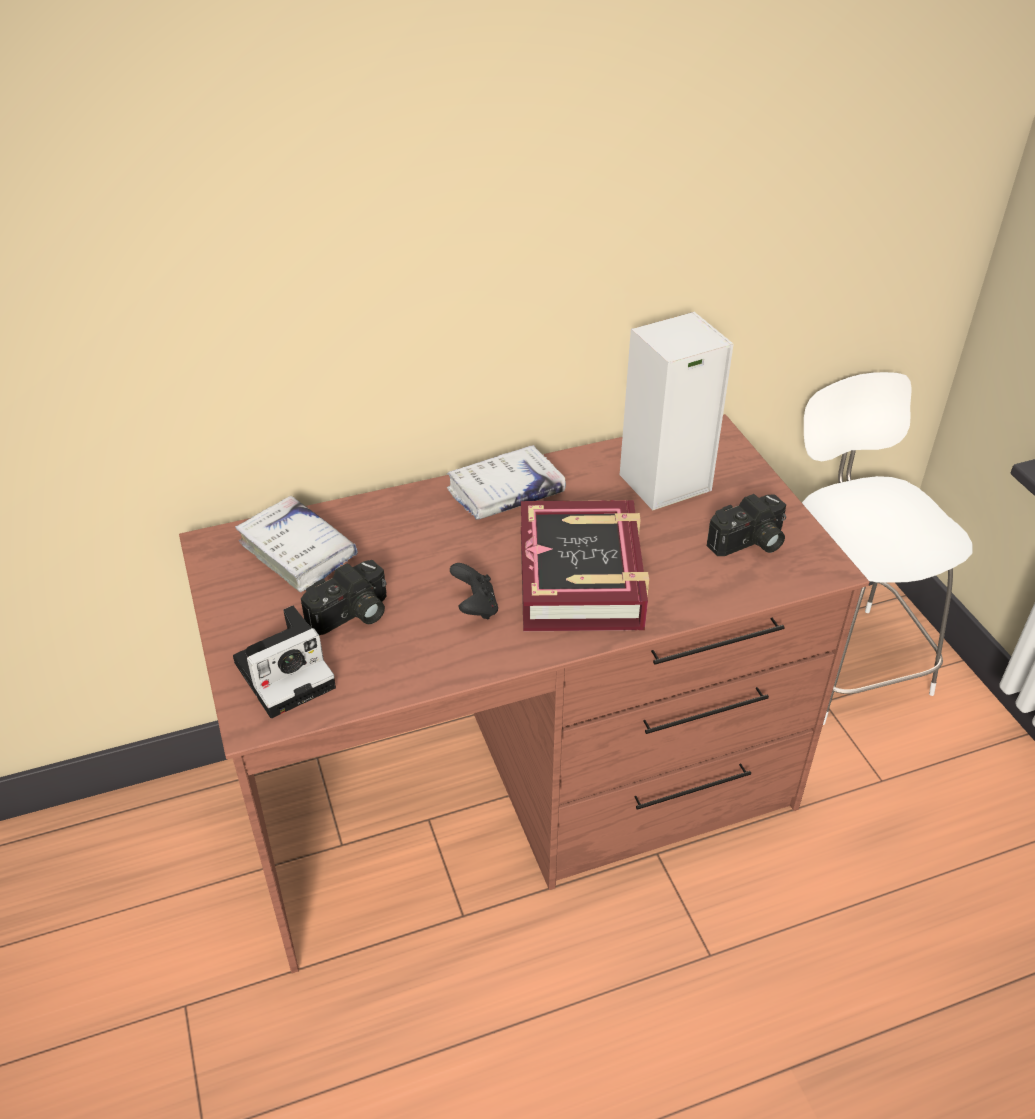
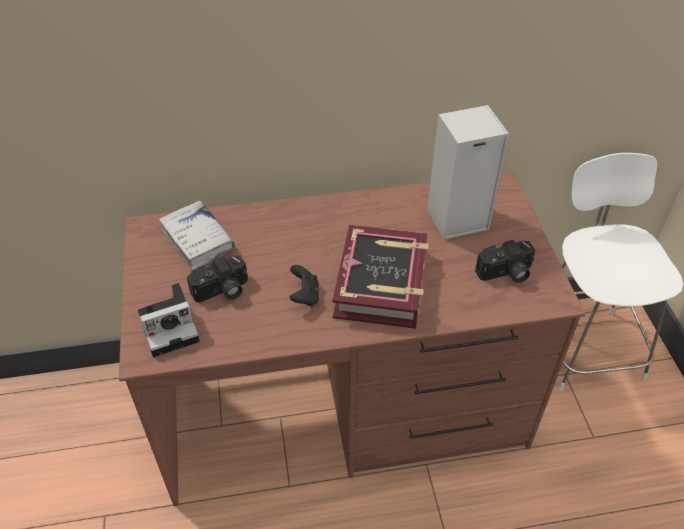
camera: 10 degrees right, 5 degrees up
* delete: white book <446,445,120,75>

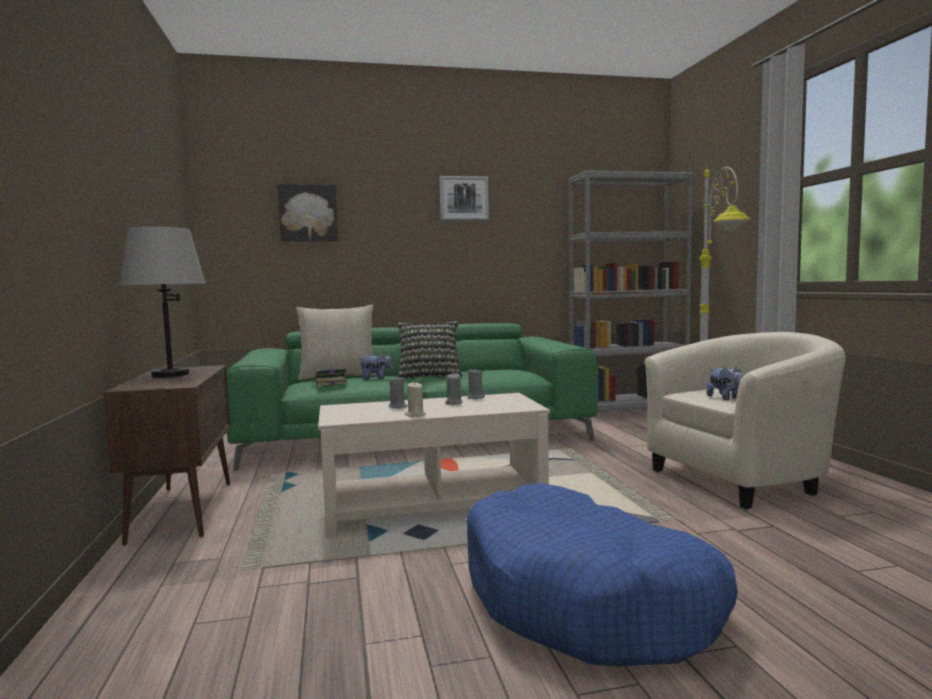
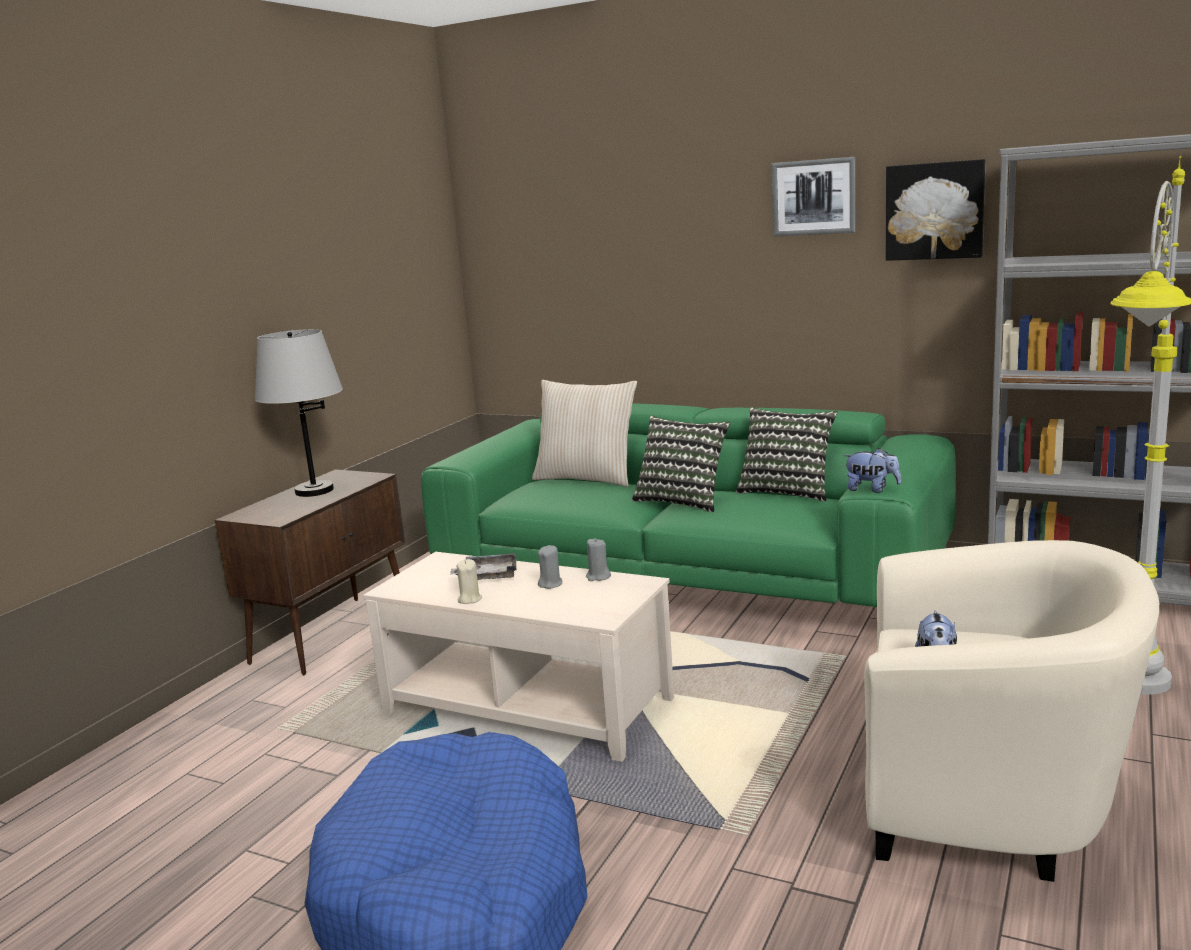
camera: 40 degrees right, 10 degrees up
* move: picture <278,184,60,58> to <886,159,99,102>
* move: plush toy <361,354,32,25> to <843,448,58,45>
* delete: book <311,368,37,19>
* replace: grey candle <389,376,19,32> to grey tray <450,553,66,27>
* insert: pillow <736,407,102,95>

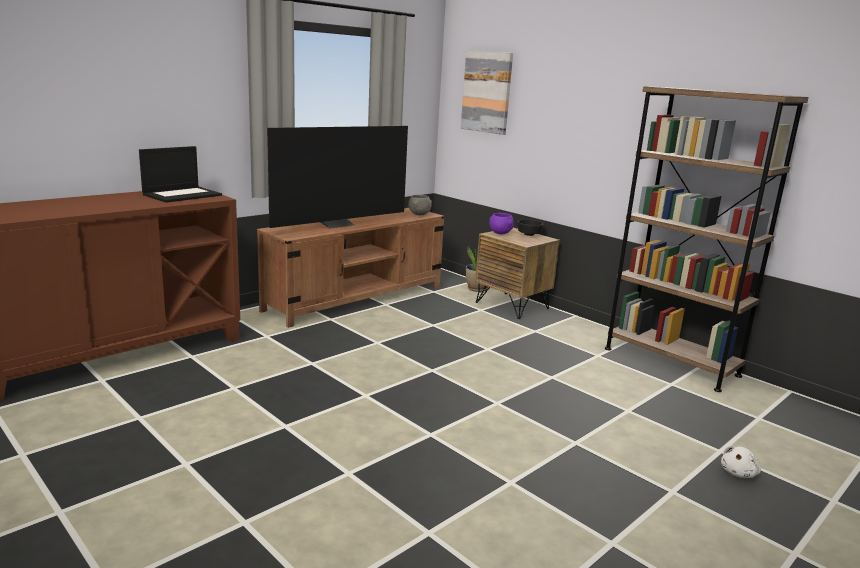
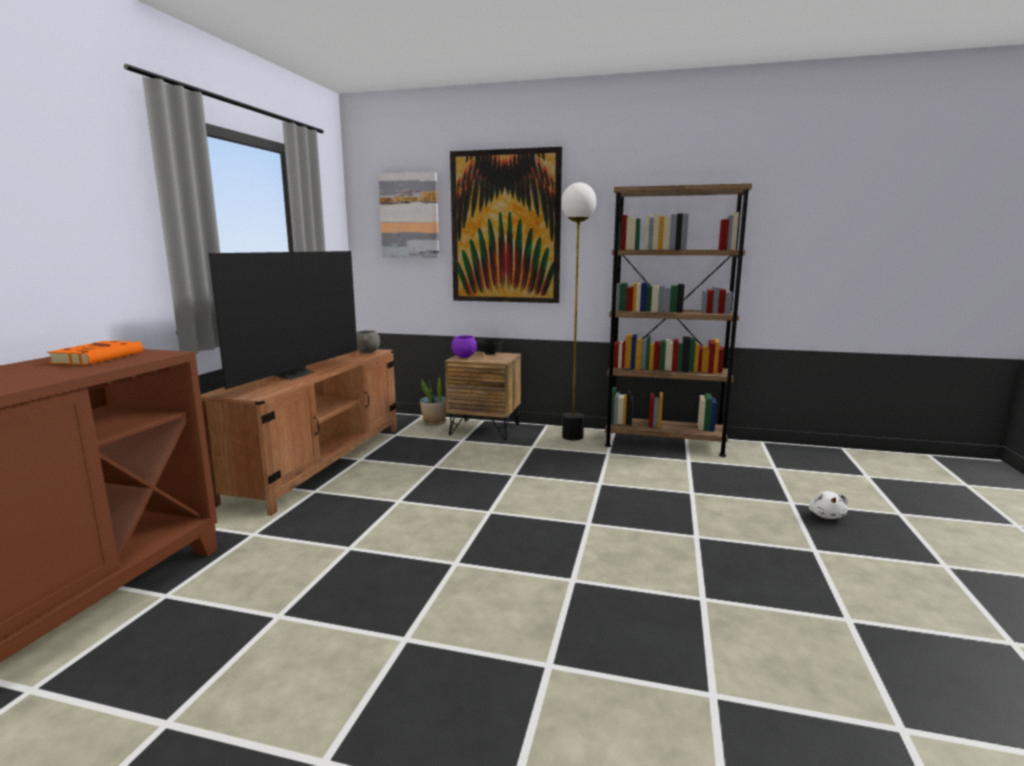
camera: 30 degrees left, 5 degrees down
* replace: laptop <139,146,83,57> to orange book <47,341,96,24>
* insert: picture <450,147,112,156>
* insert: floor lamp <561,182,35,258>

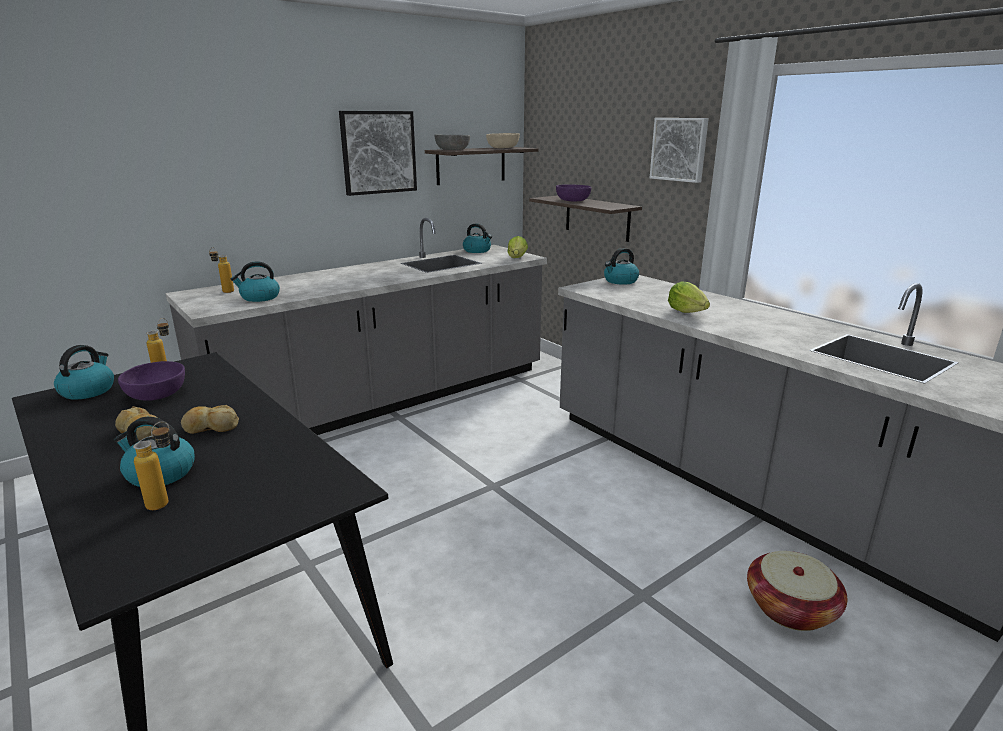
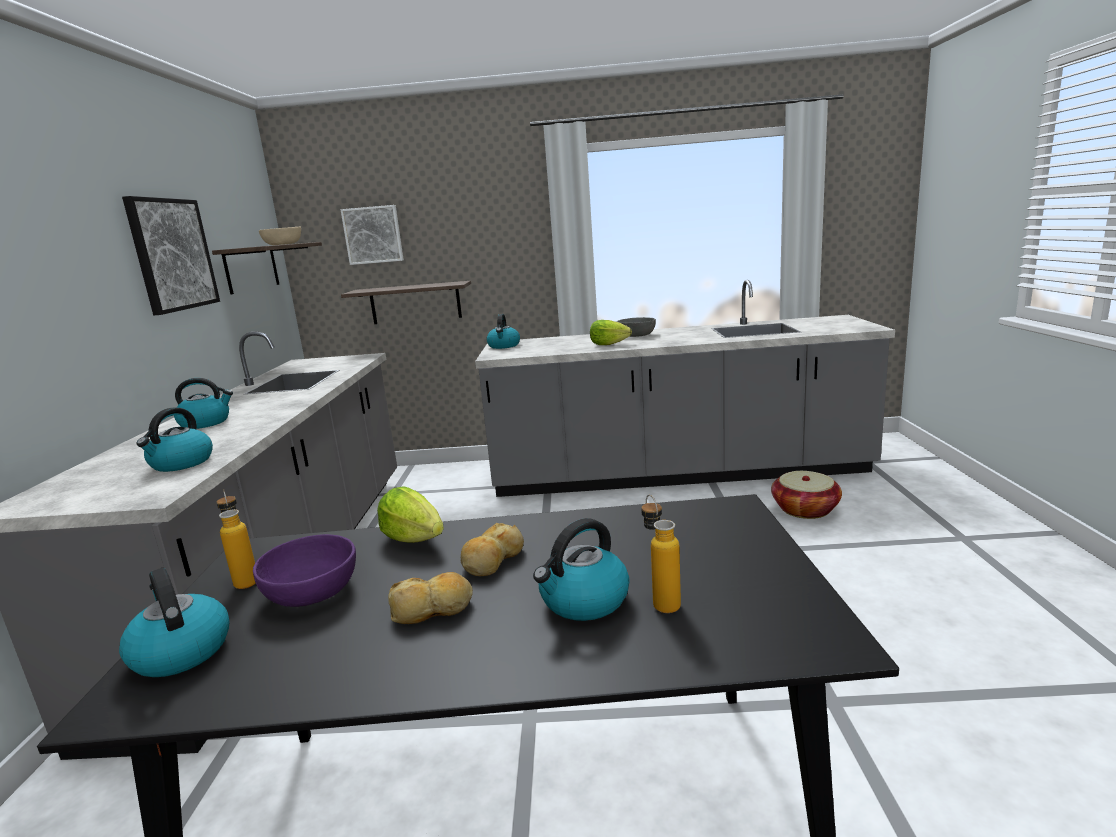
camera: 50 degrees left, 5 degrees down
* move: picture <650,118,59,65> to <341,205,63,60>
* move: grey bowl <434,135,36,15> to <617,317,39,20>
* delete: purple bowl <556,185,36,17>
* move: kettle <463,223,29,30> to <174,378,59,51>
* move: lettuce <508,236,20,22> to <377,486,67,57>
* delete: bottle <209,247,25,46>

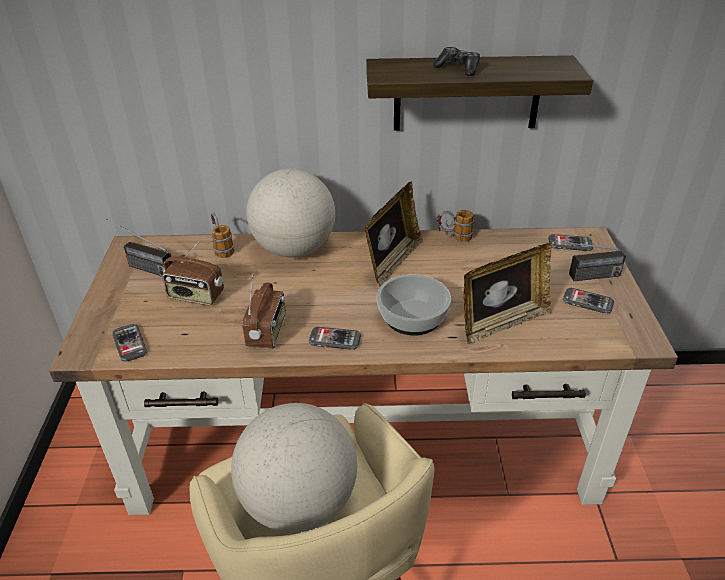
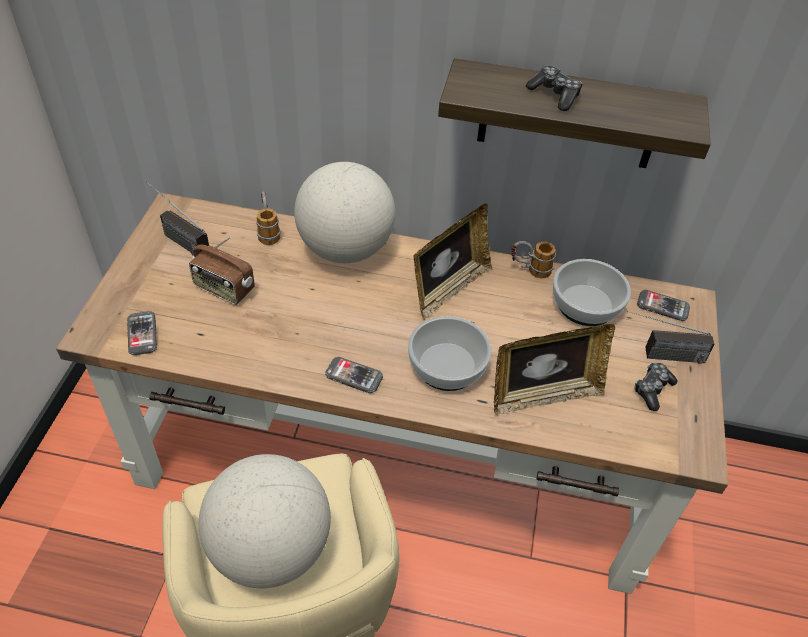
camera: 10 degrees right, 10 degrees up
* delete: radio <242,276,44,72>
* replace: phone <563,288,51,26> to game controller <634,363,44,48>
* insert: bowl <553,259,78,67>

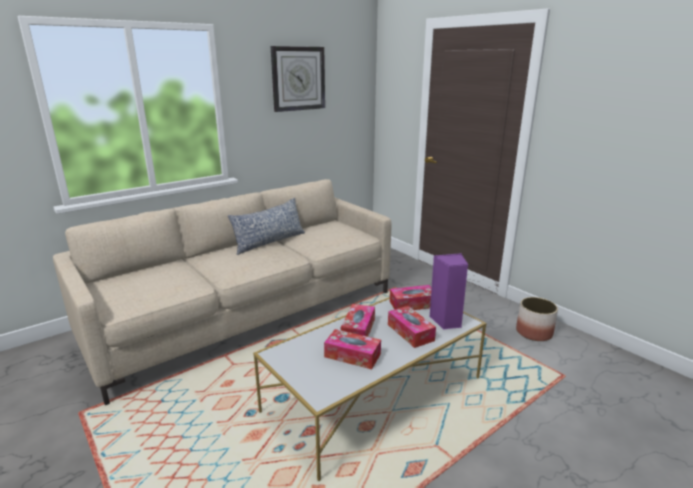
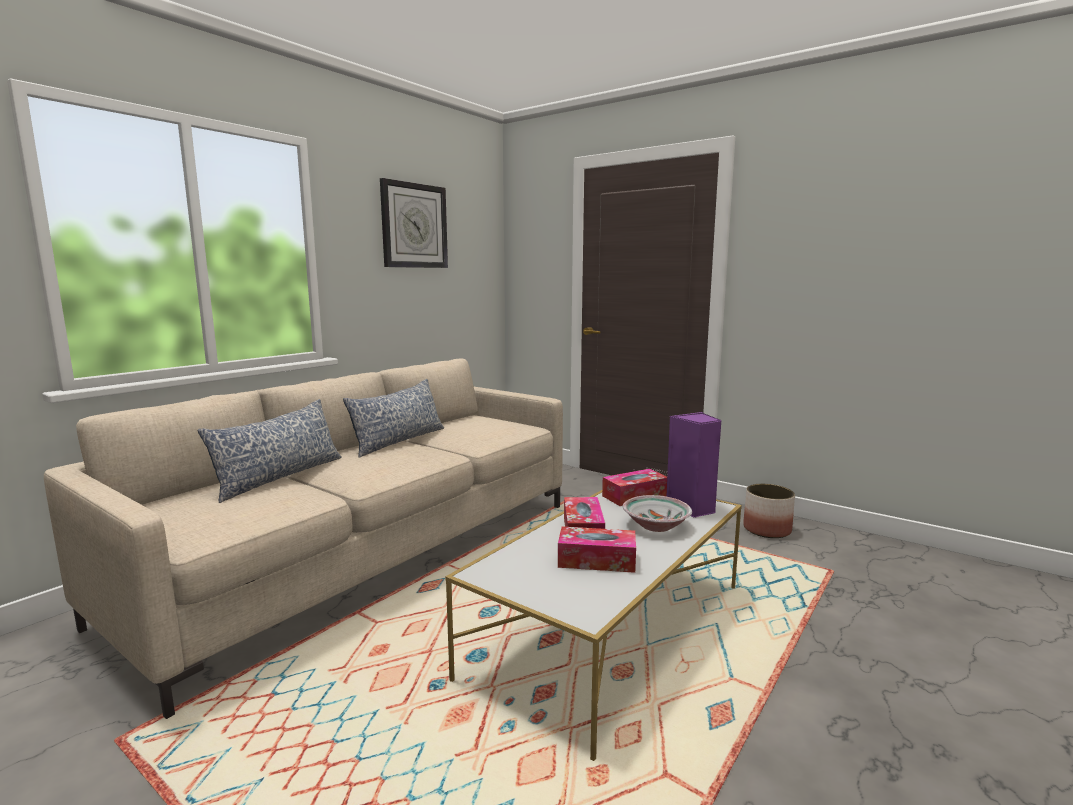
camera: 15 degrees left, 10 degrees down
* replace: tissue box <388,306,48,42> to bowl <623,495,69,37>
* insert: pillow <198,399,144,104>

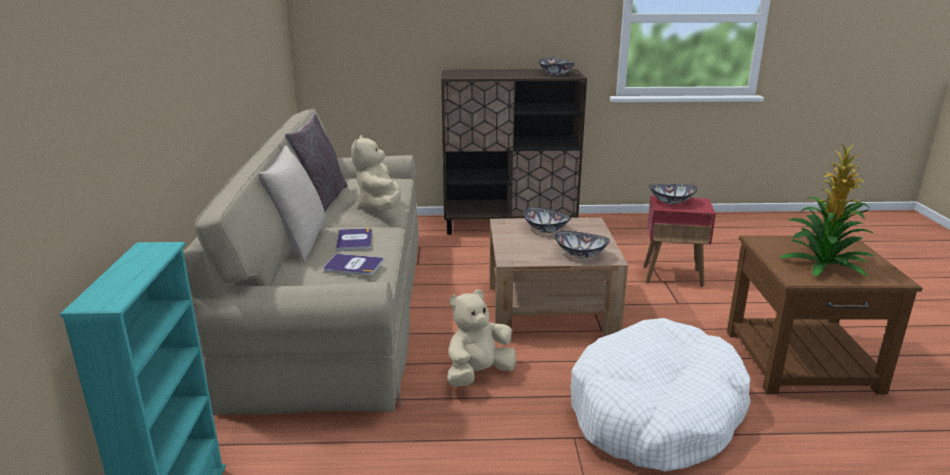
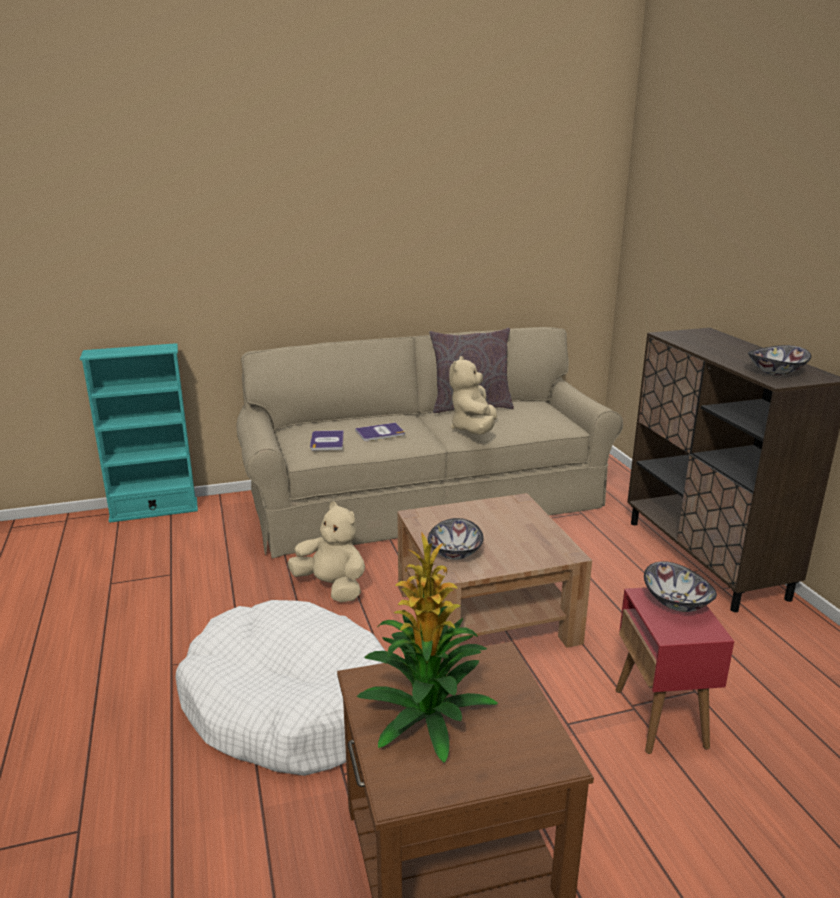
camera: 75 degrees right, 0 degrees up
* rotate: beige plush toy <351,135,50,75> = <449,356,48,79> 60 degrees counterclockwise
* delete: beige pillow <258,146,68,117>
* delete: bowl <523,207,48,26>

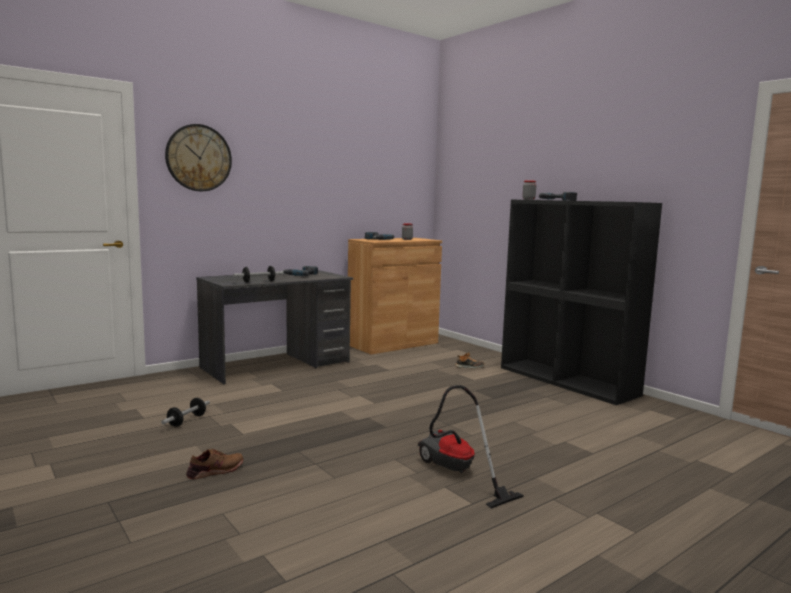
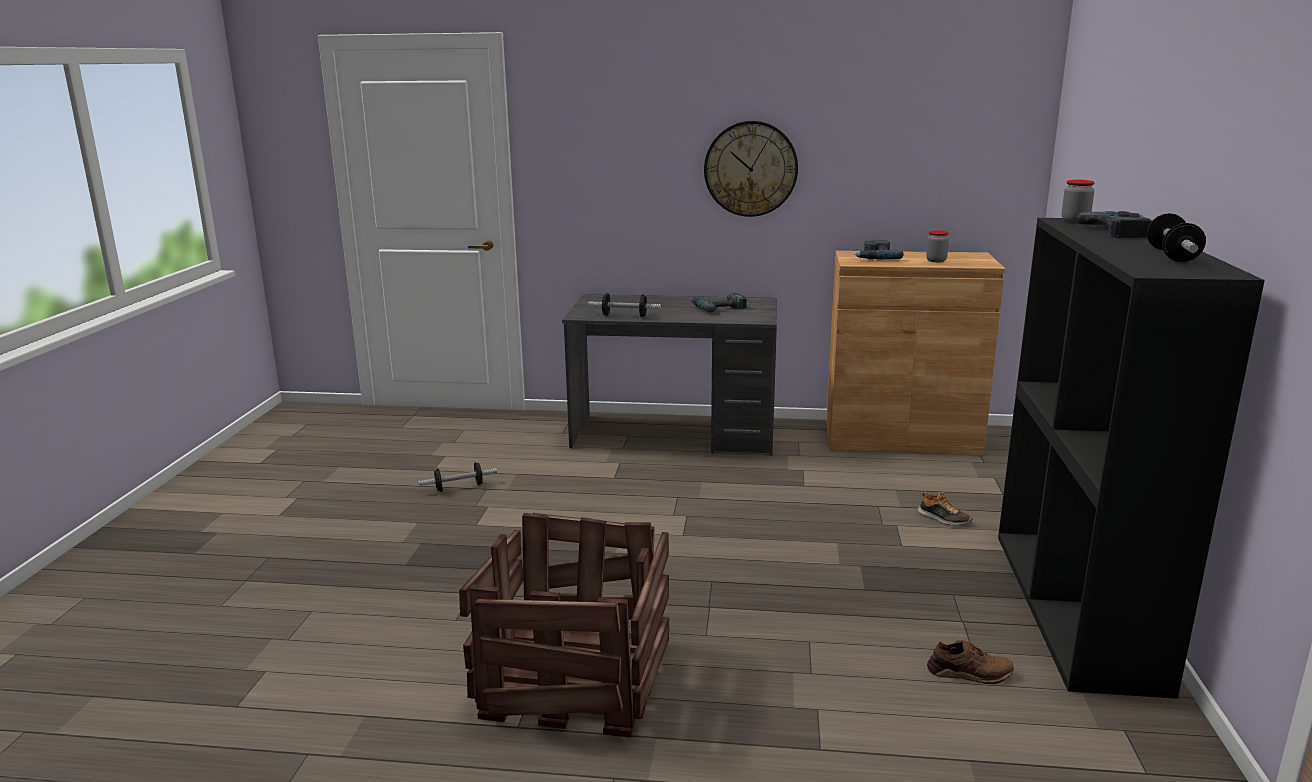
camera: 45 degrees right, 10 degrees up
* move: wall clock <165,124,67,67> to <704,121,94,96>
* replace: vacuum cleaner <418,385,106,124> to crate <459,513,210,225>
* move: brown shoe <186,448,57,31> to <927,640,87,44>
* insert: dumbbell <1147,213,59,49>

